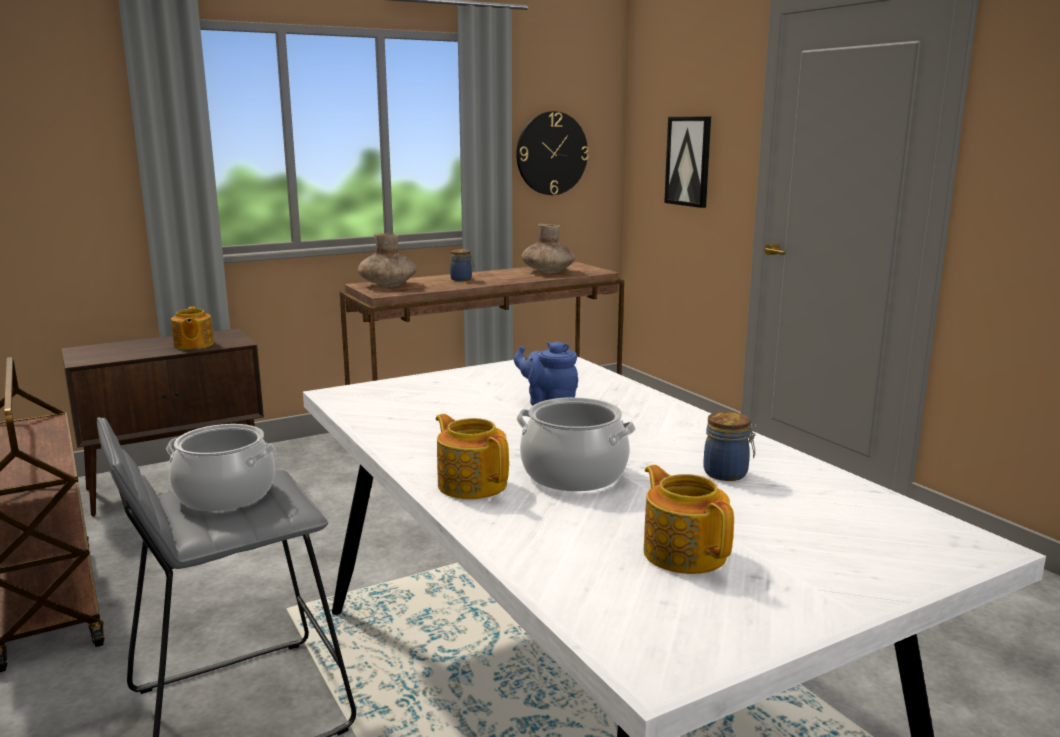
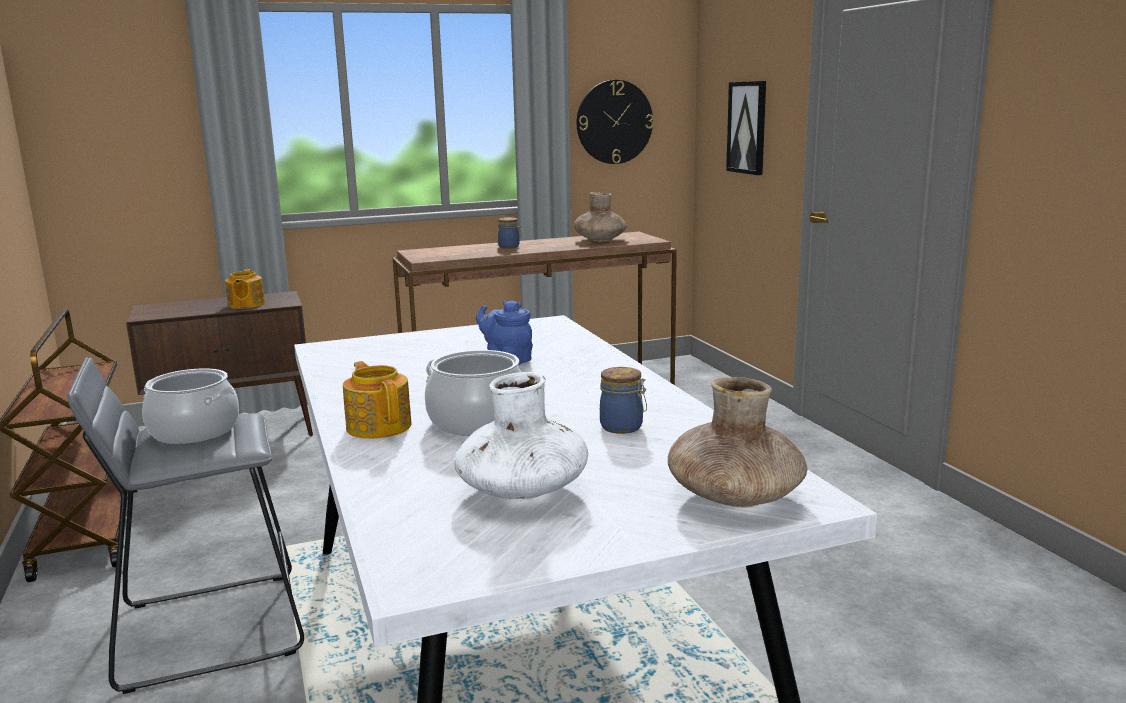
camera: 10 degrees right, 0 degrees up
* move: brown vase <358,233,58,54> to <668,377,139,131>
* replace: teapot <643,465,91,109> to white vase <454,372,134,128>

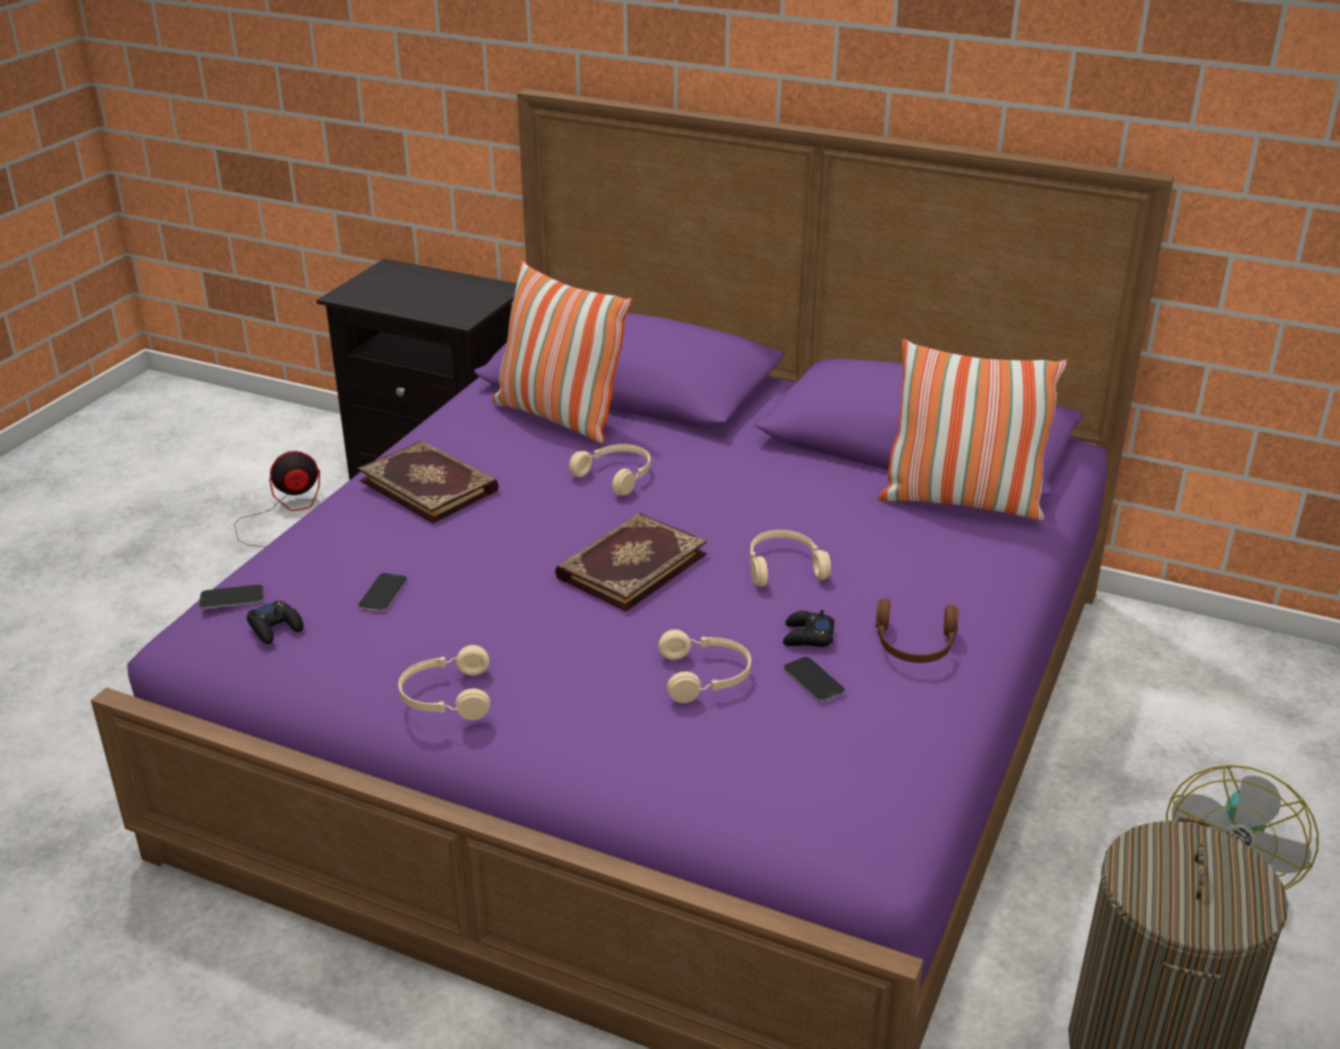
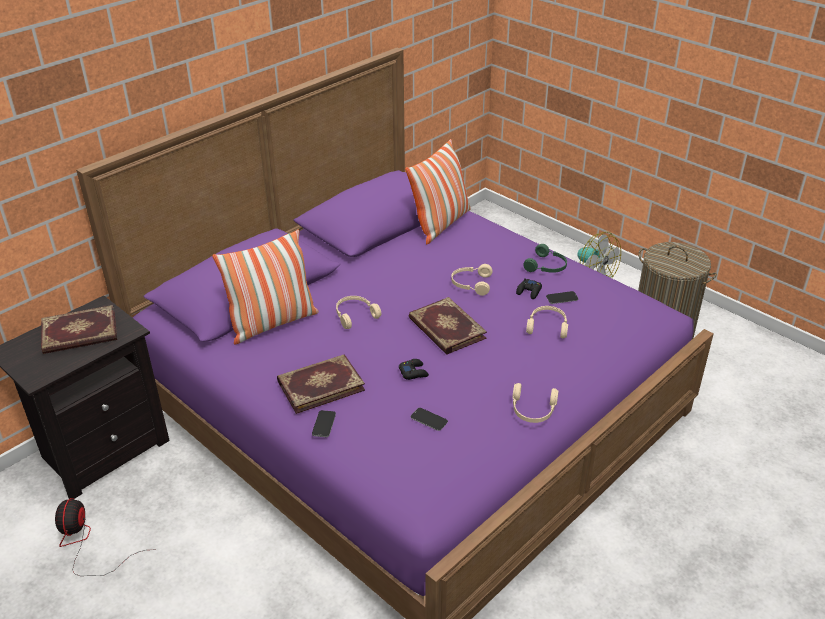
camera: 70 degrees left, 5 degrees up
* move: phone <199,584,64,25> to <312,410,24,27>
* recolor: brown headphones <876,598,83,65> to green headphones <524,244,43,29>
* move: black game controller <247,600,56,44> to <399,359,30,21>
* insert: book <41,305,76,49>

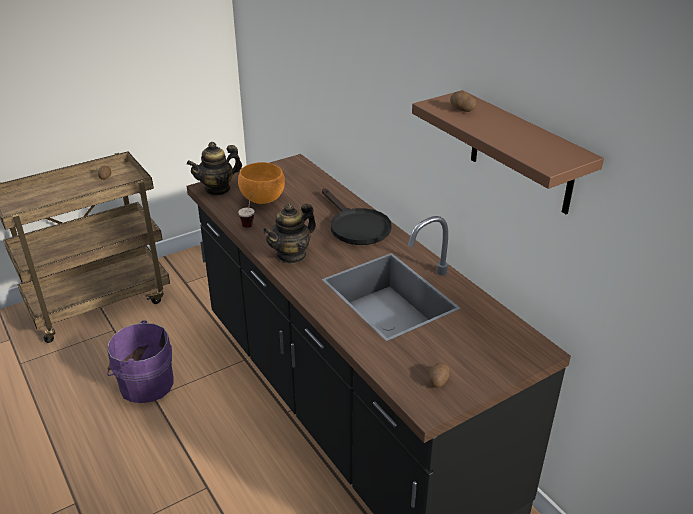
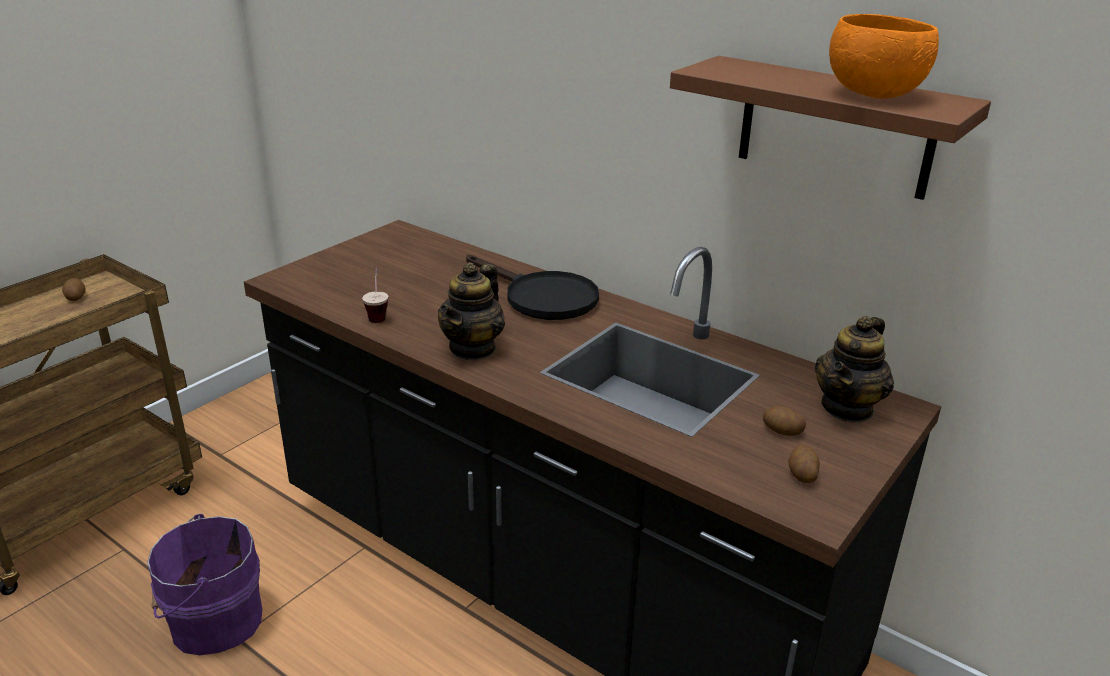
camera: 20 degrees left, 5 degrees down
* move: potato <450,91,27,21> to <763,407,43,29>
* move: teapot <187,142,55,54> to <815,316,79,107>
* move: orange bowl <238,162,47,42> to <829,14,110,85>

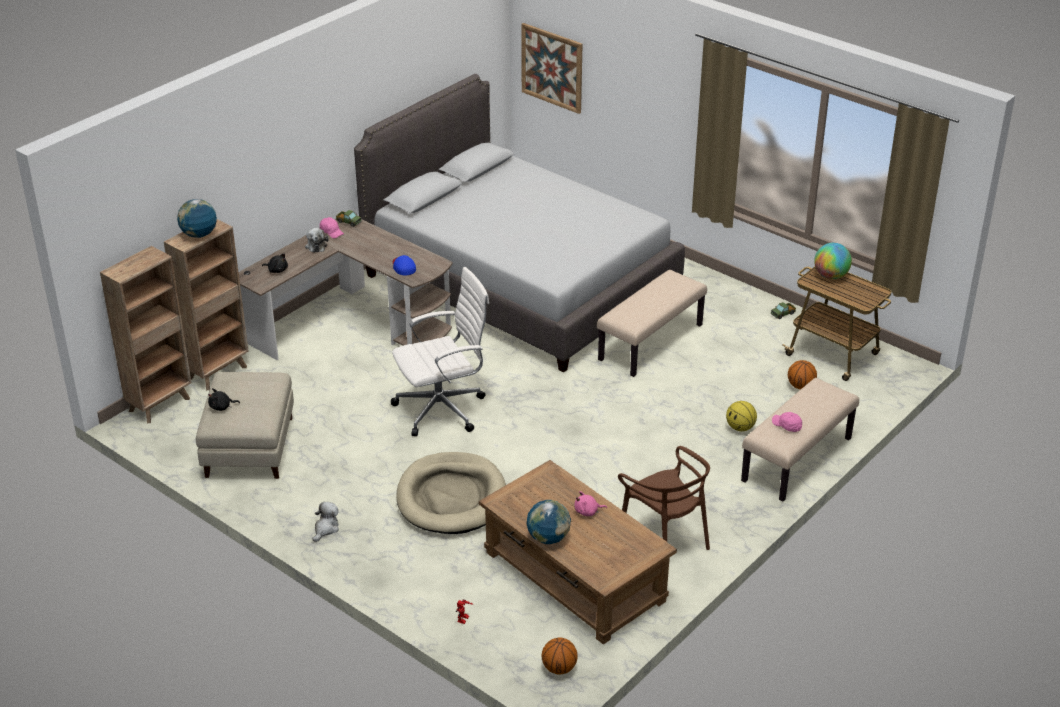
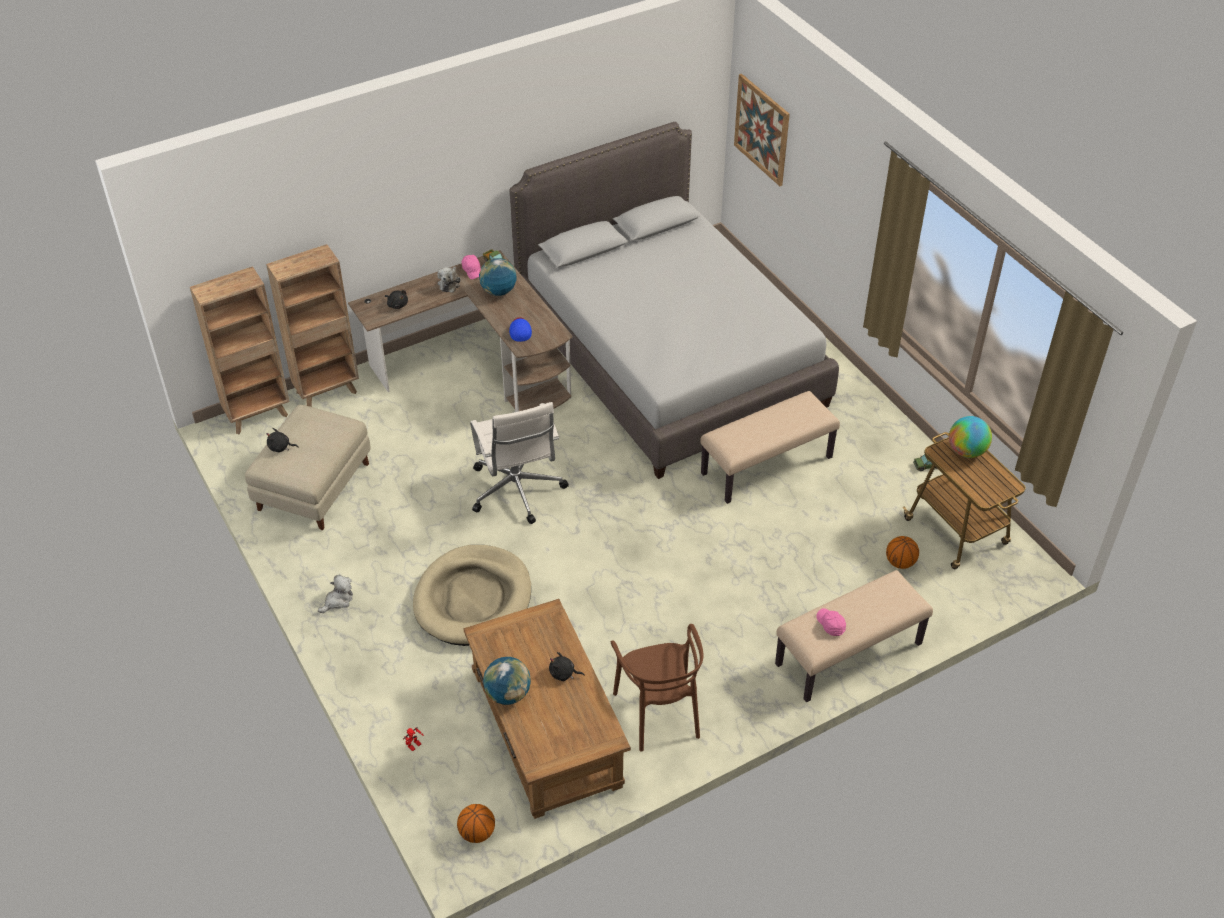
camera: 20 degrees right, 10 degrees up
* move: globe <177,199,40,39> to <479,258,38,38>
* rotate: white office chair <391,267,98,169> = <470,402,99,122> 75 degrees clockwise
* delete: basketball <726,401,31,30>
* recolor: pink plush toy <574,491,33,25> to black plush toy <549,652,36,29>

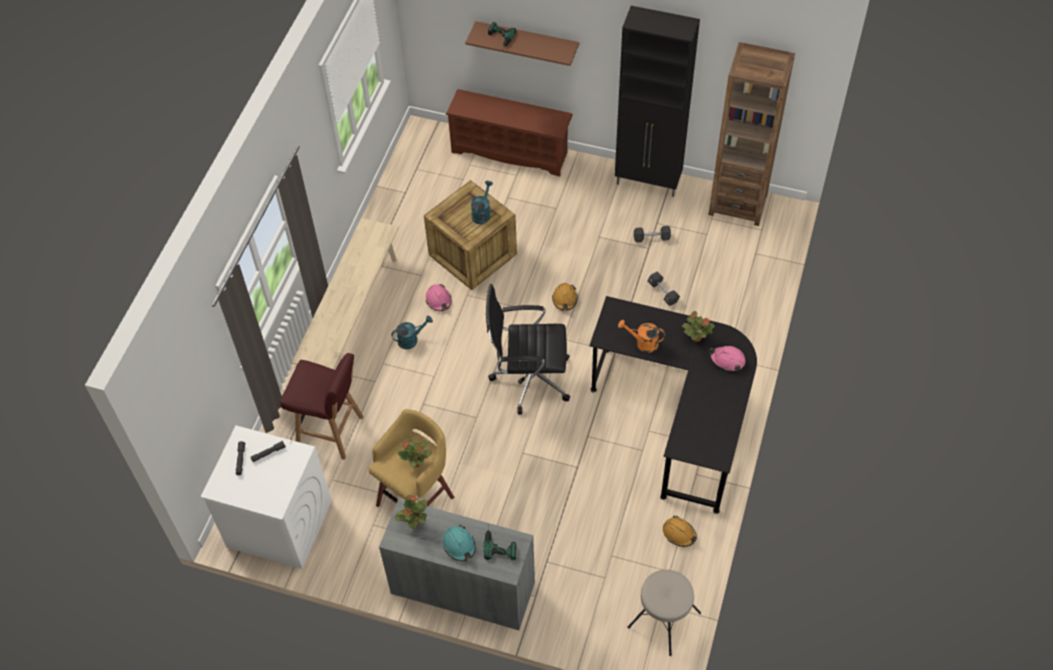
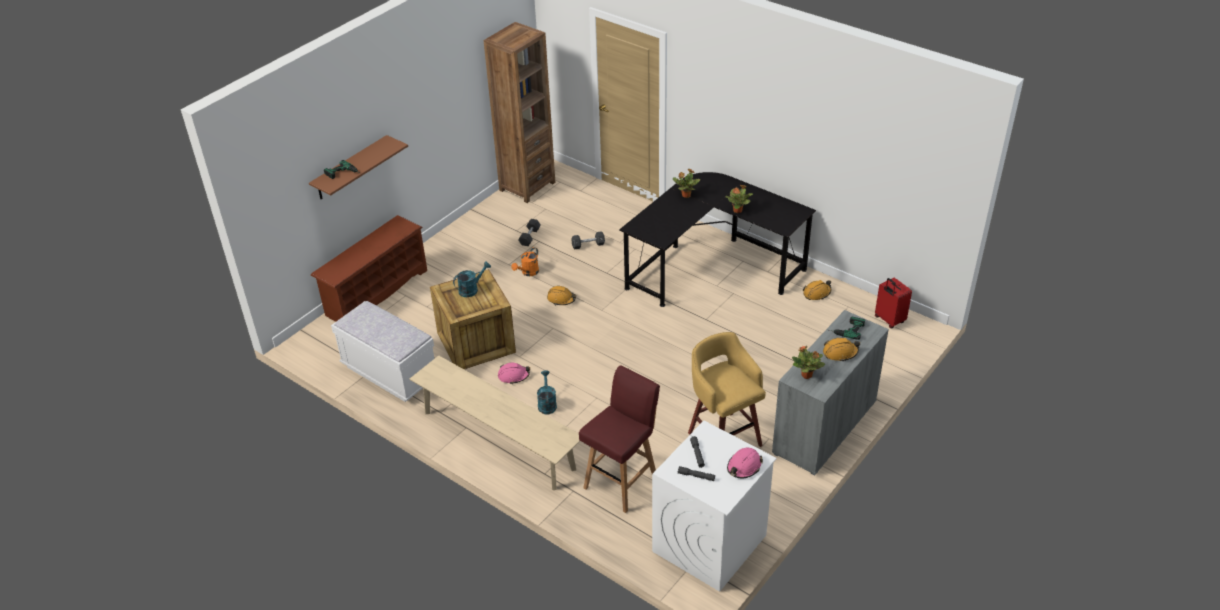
camera: 70 degrees left, 15 degrees down
* delete: black cabinet <615,6,85,191>
* rotate: turquoise watering can <471,181,22,43> = <453,261,38,36> 105 degrees clockwise
* delete: black office chair <486,284,84,130>
* move: orange watering can <618,320,47,33> to <511,247,28,29>
* move: pink hard hat <710,346,36,25> to <727,447,36,31>
* move: potted plant <398,438,34,29> to <725,185,28,28>
* recolor: turquoise hard hat <443,525,33,36> to orange hard hat <823,338,37,24>
* replace: beige stool <627,569,74,87> to red suitcase <875,278,37,50>
* insert: white bench <331,301,103,101>

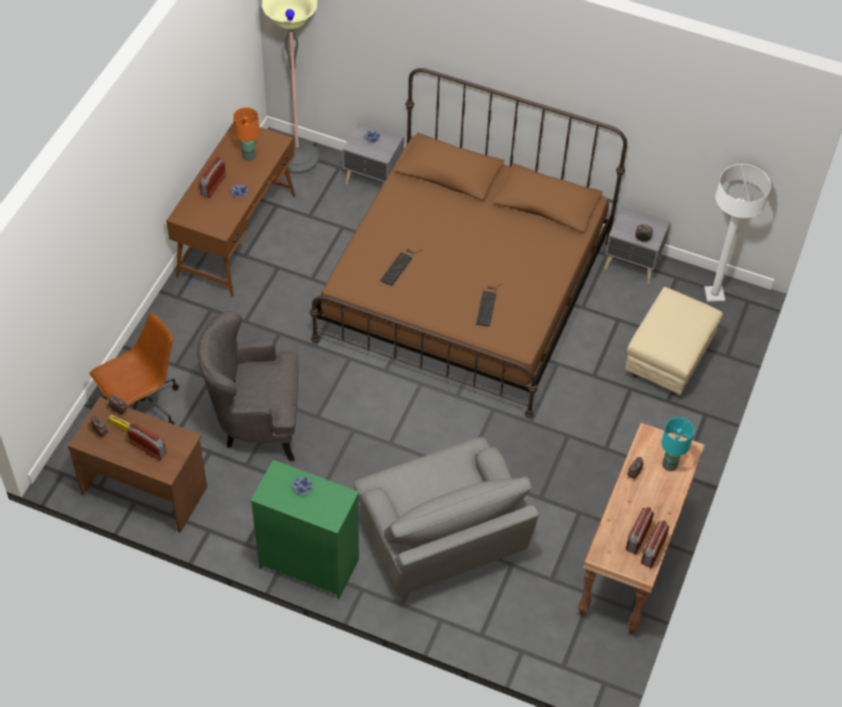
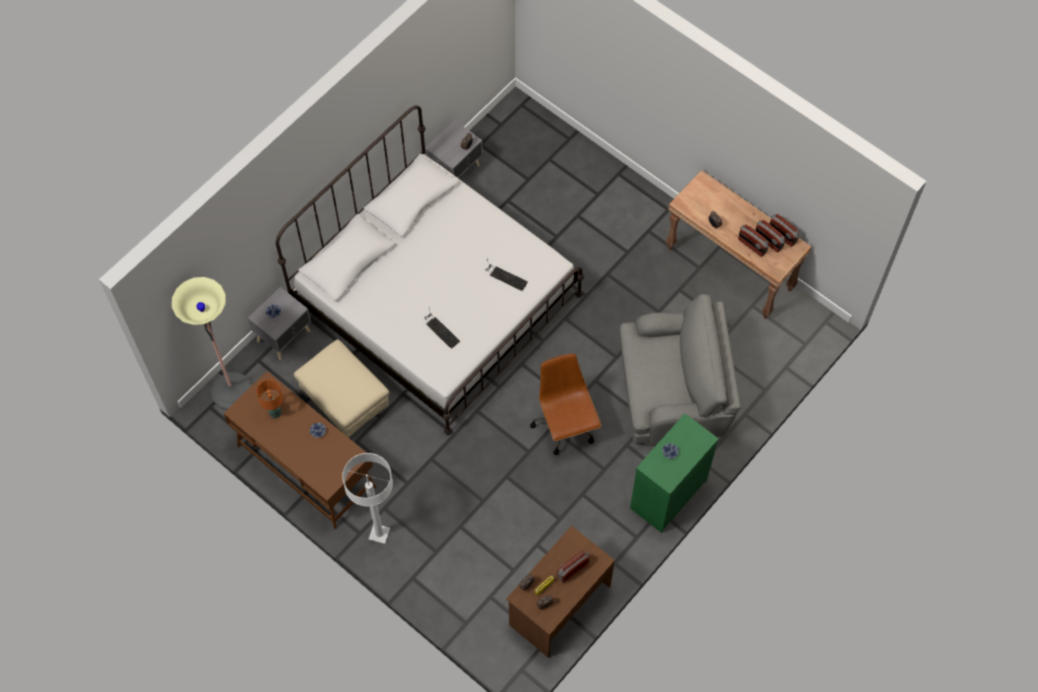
camera: 70 degrees left, 10 degrees up
* recolor: brown bed <310,68,317,350> to white bed <276,105,308,330>
* move: radio <199,157,27,41> to <738,225,31,32>
* move: white floor lamp <704,164,67,138> to <342,453,51,91>
* move: beige ottoman <625,287,98,108> to <294,339,95,99>
* delete: grey armchair <197,311,101,150>
* move: brown office chair <89,313,90,111> to <530,354,71,101>
* delete: turquoise table lamp <662,417,32,54>

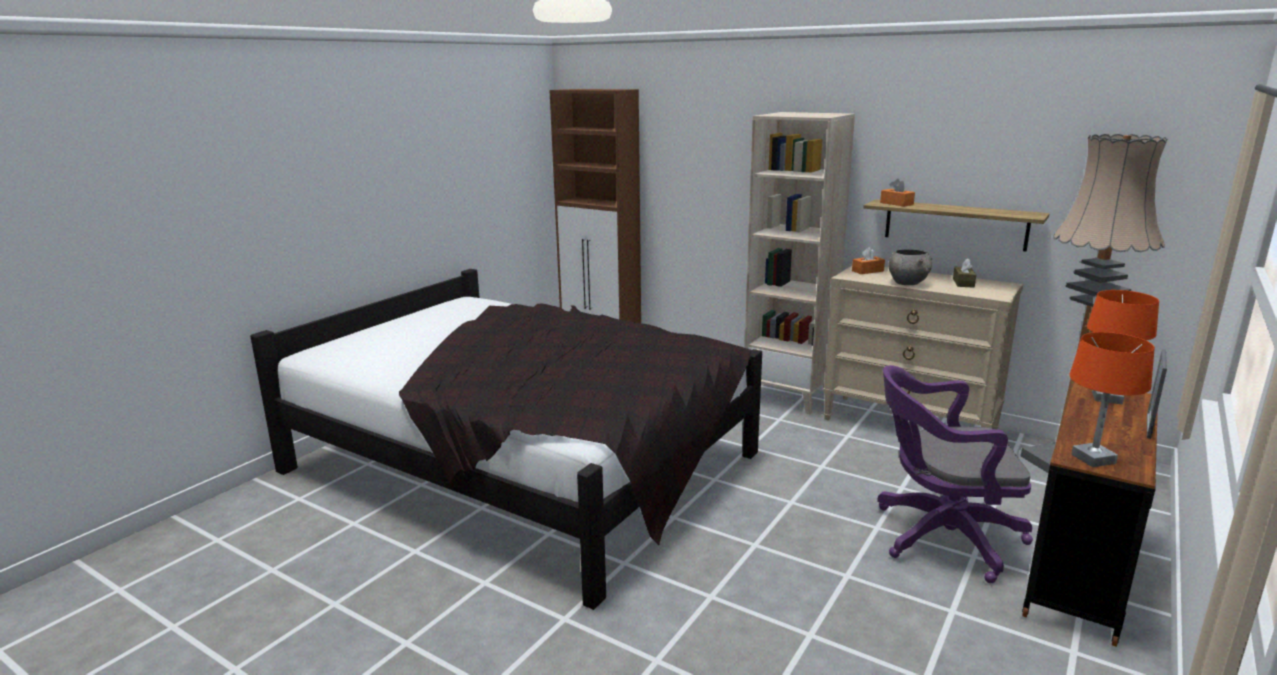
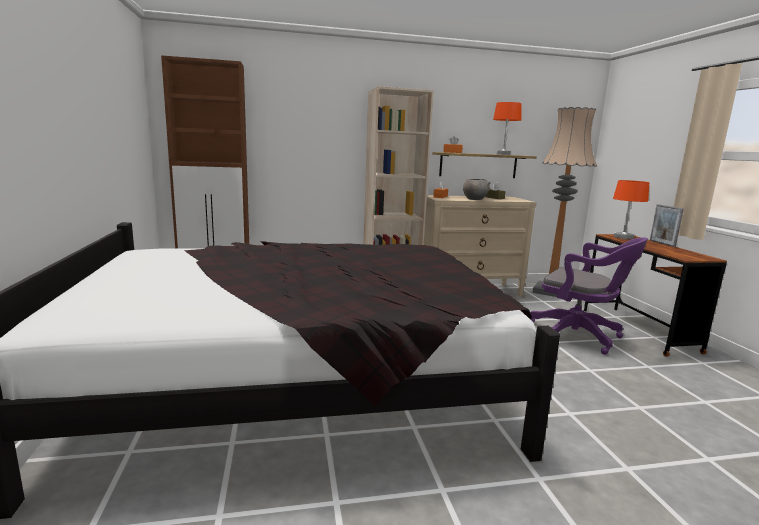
camera: 45 degrees left, 5 degrees down
* move: orange table lamp <1069,332,86,135> to <493,102,28,53>
* rotate: purple office chair <877,365,156,218> = <530,237,118,118> 105 degrees counterclockwise

